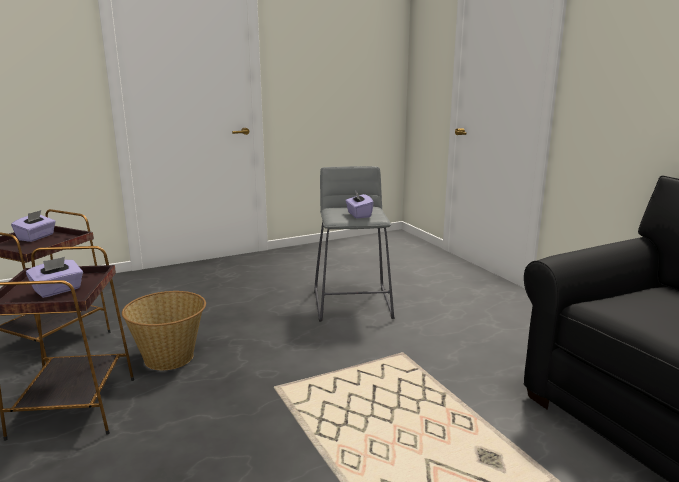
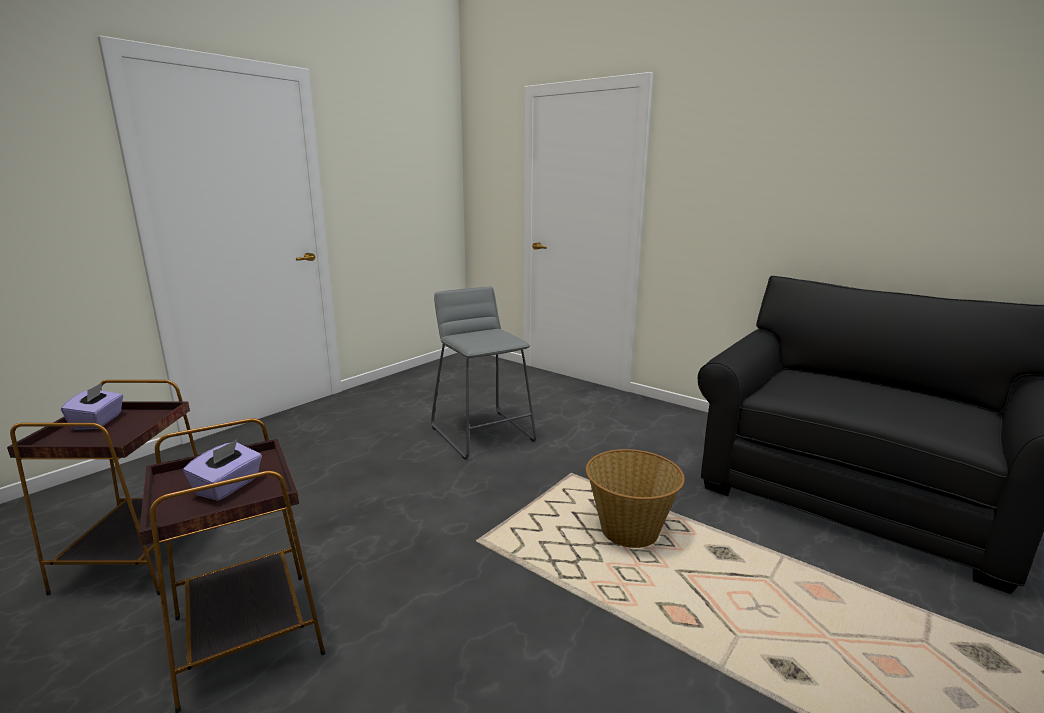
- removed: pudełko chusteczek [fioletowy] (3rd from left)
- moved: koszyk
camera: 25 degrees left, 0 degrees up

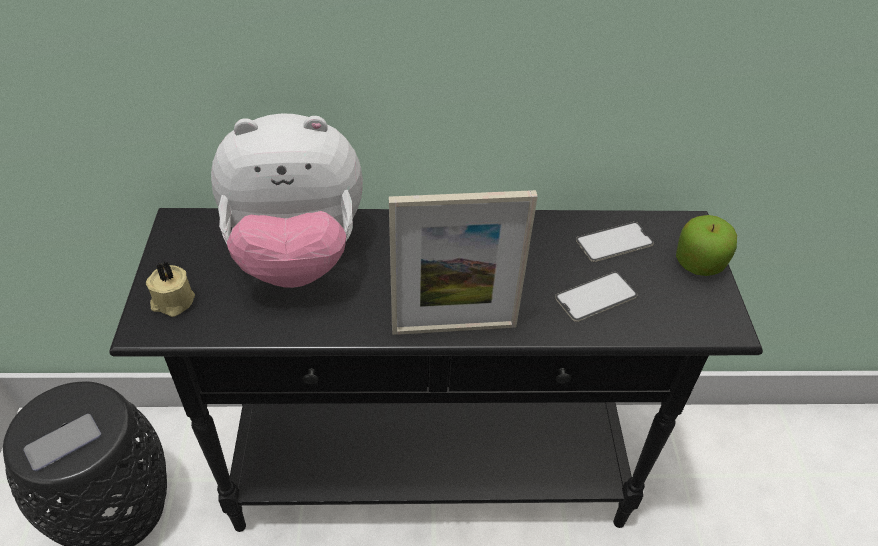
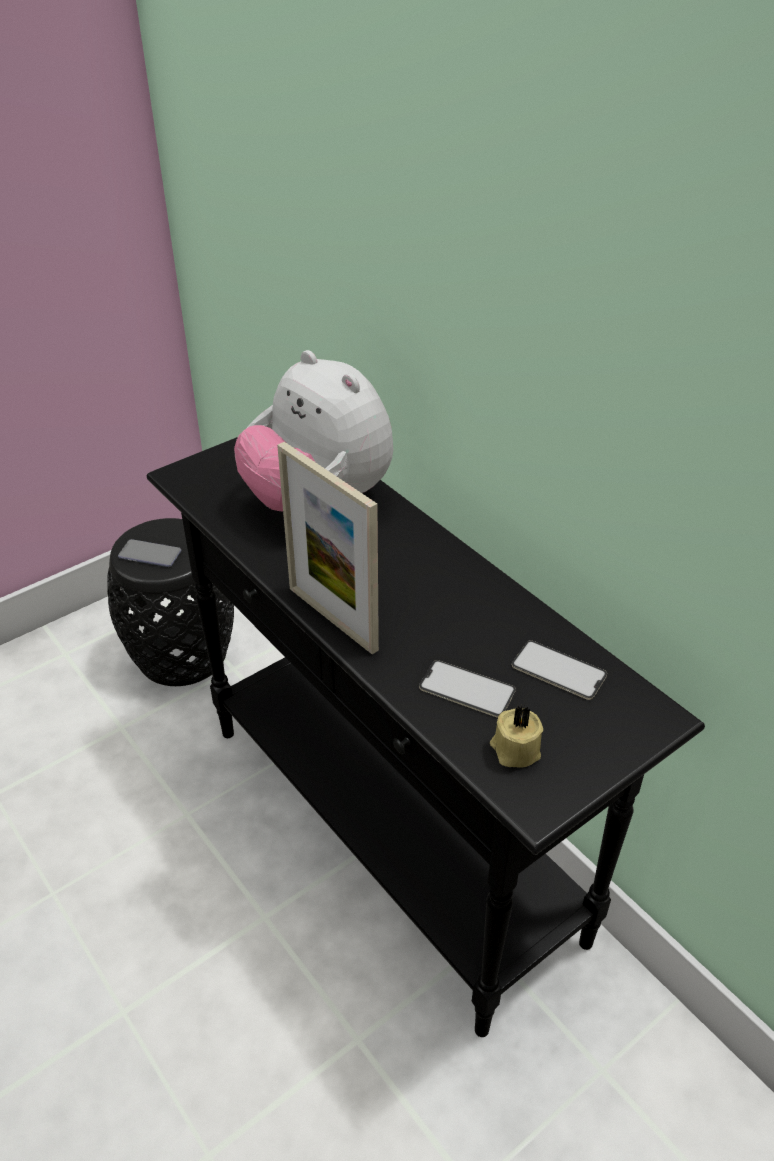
- removed: jabłko
- moved: świeca [beżowy]
camera: 55 degrees right, 5 degrees down

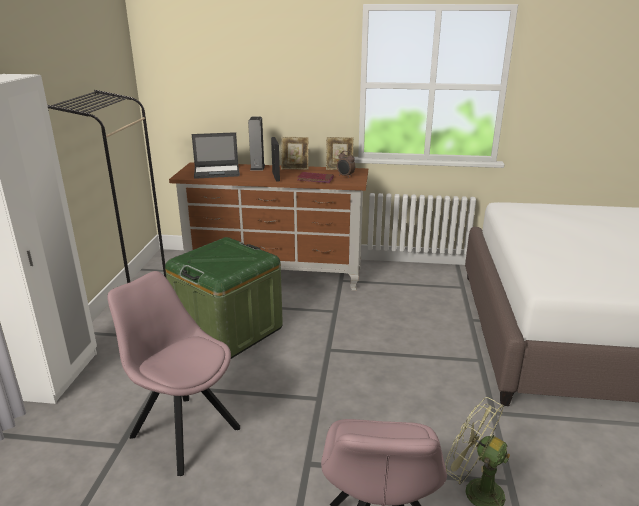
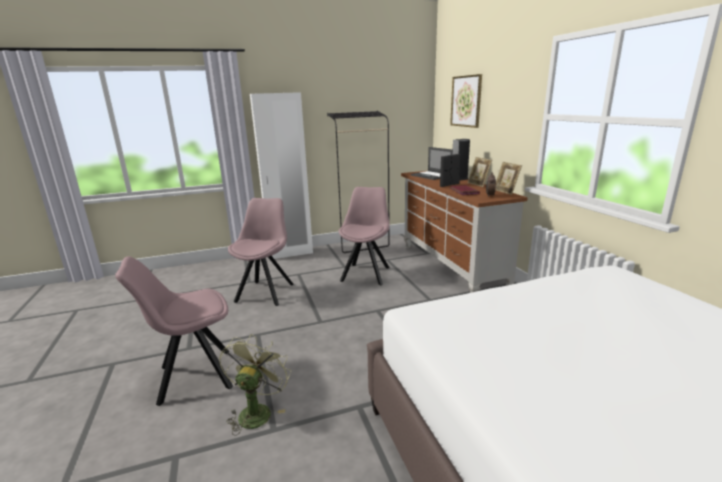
- added: obraz
- replaced: pojemnik do przechowywania [zielony] to krzesło [różowy] (3rd from left)
camera: 65 degrees right, 5 degrees down

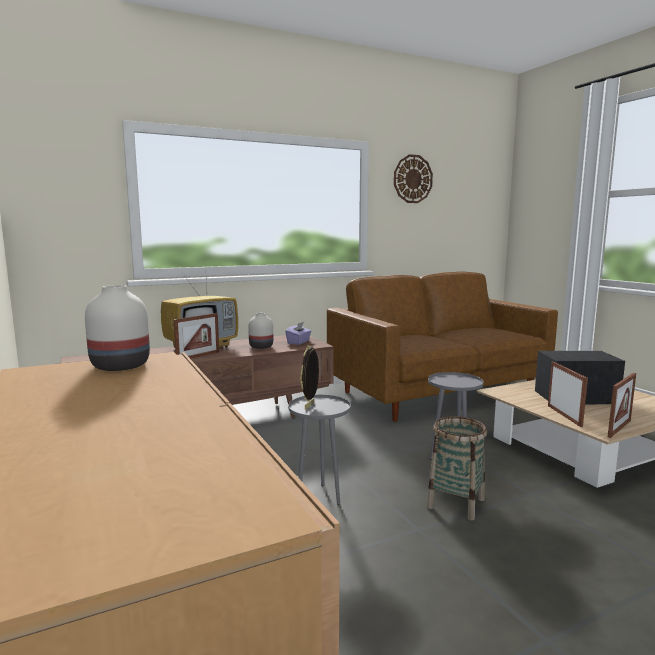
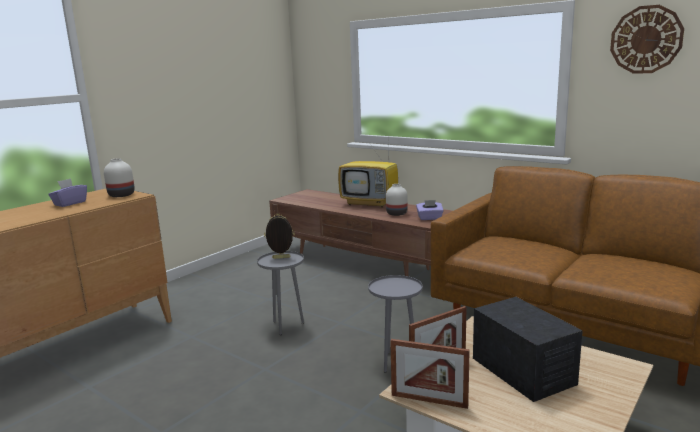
- removed: ramka na zdjęcie (1st from left)
- removed: koszyk
- added: pudełko chusteczek [fioletowy] (1st from left)
camera: 65 degrees right, 5 degrees up

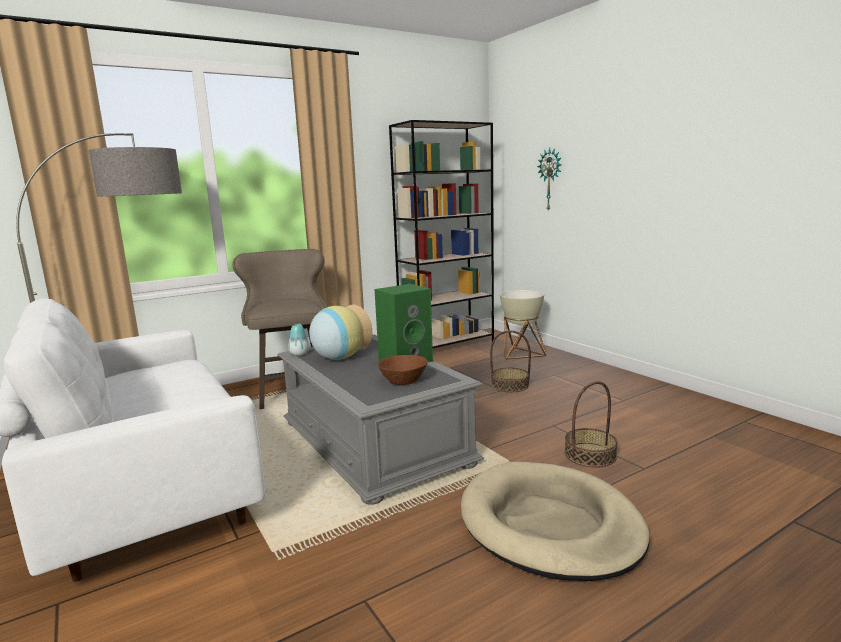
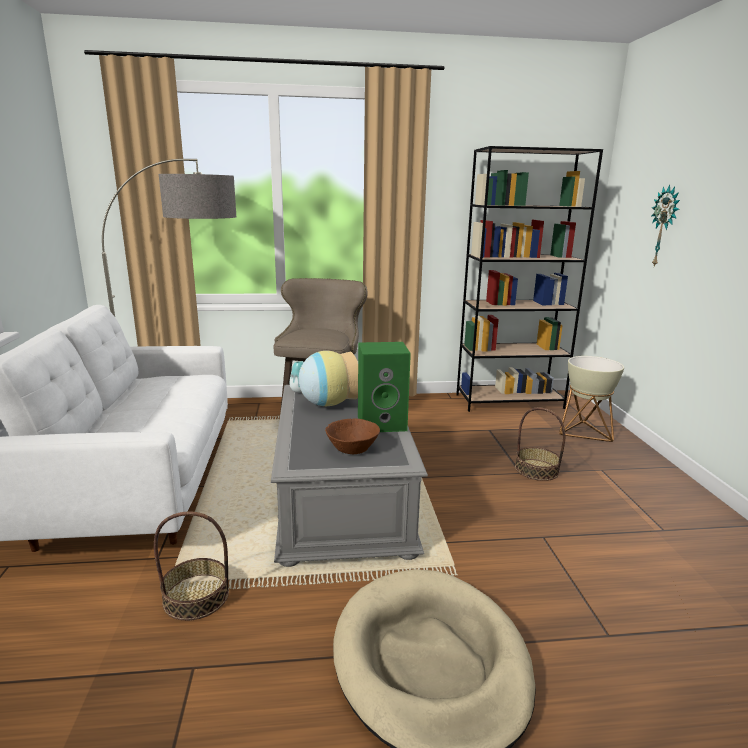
- moved: koszyk (2nd from left in the first image) to koszyk (1st from left)
camera: 25 degrees right, 5 degrees up

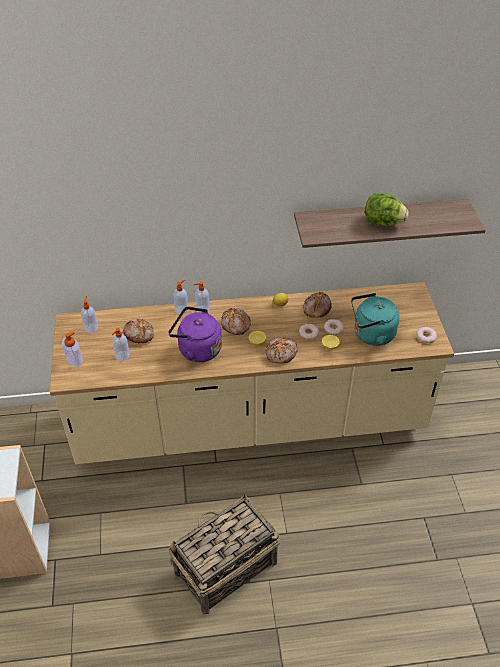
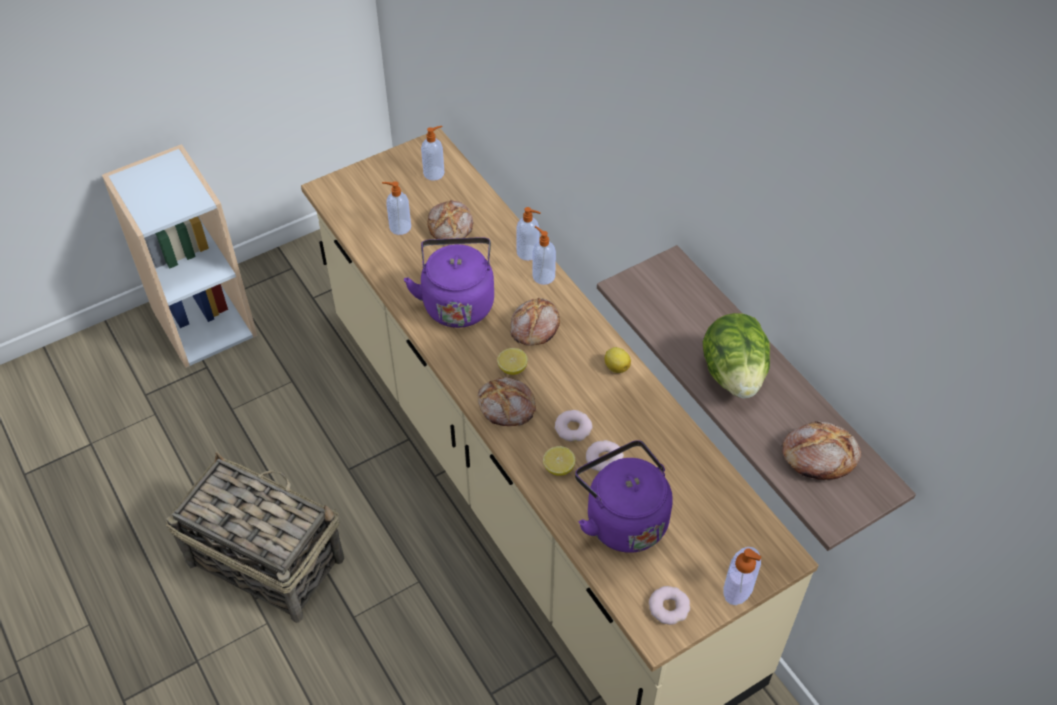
- moved: dozownik mydła (1st from left in the first image) to dozownik mydła (5th from left)
- moved: chleb (4th from left)
- recoloured: czajnik [turkusowy] to czajnik [fioletowy] (2nd from left)
camera: 65 degrees right, 5 degrees up

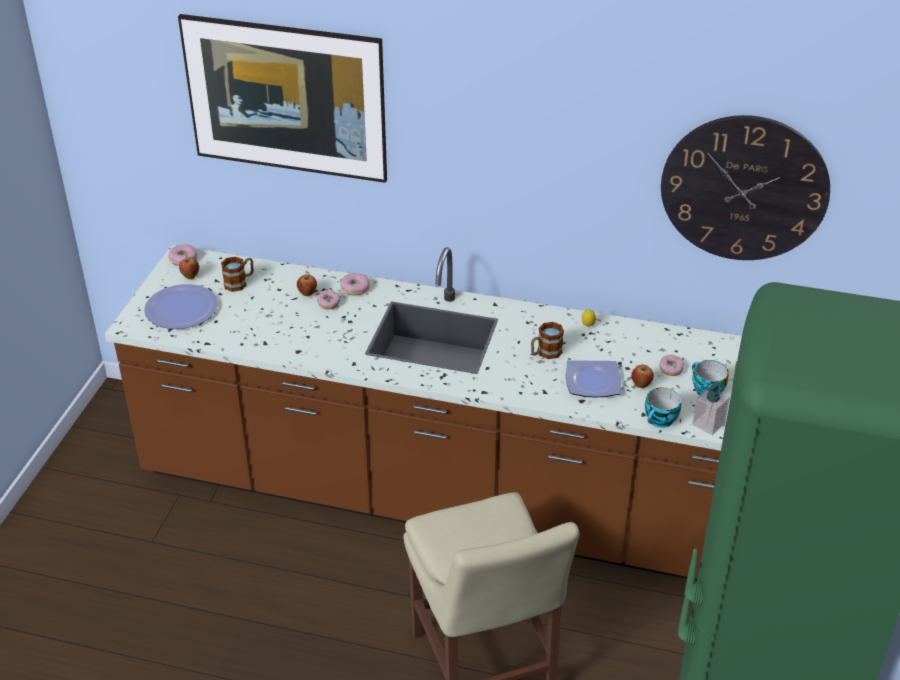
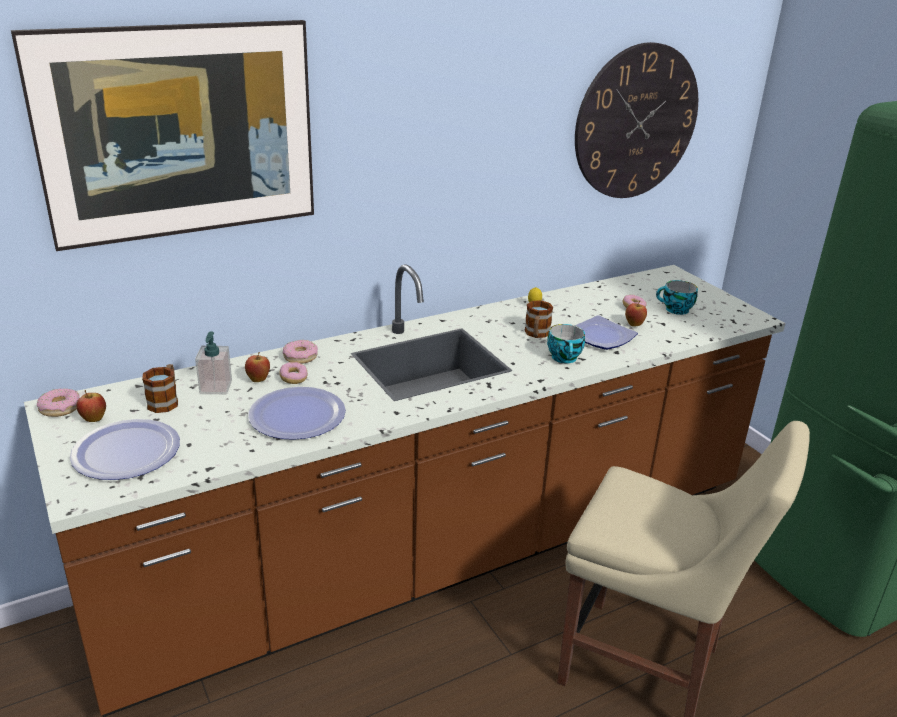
- added: talerz (2nd from left)
- moved: filiżanka (1st from left)
- moved: dozownik mydła
camera: 45 degrees left, 10 degrees down

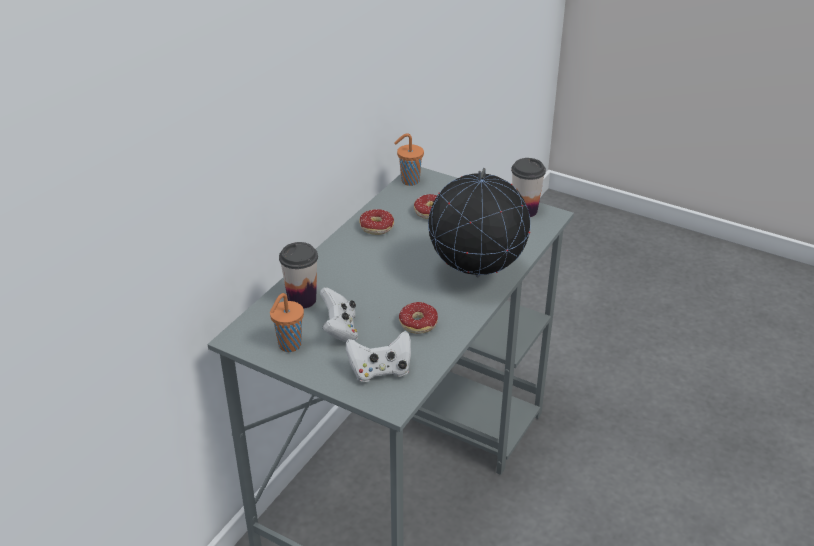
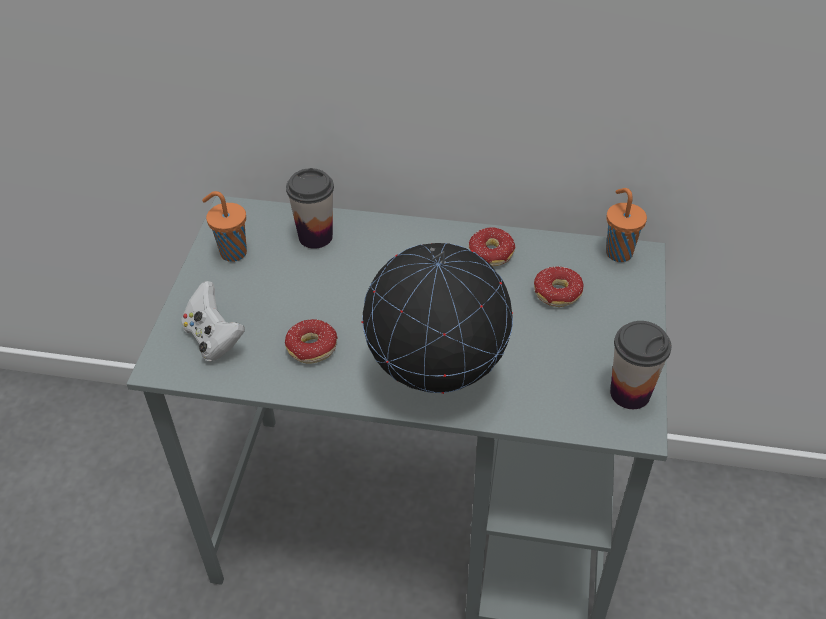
- removed: pad do gier [biały] (1st from left)
camera: 70 degrees right, 10 degrees up

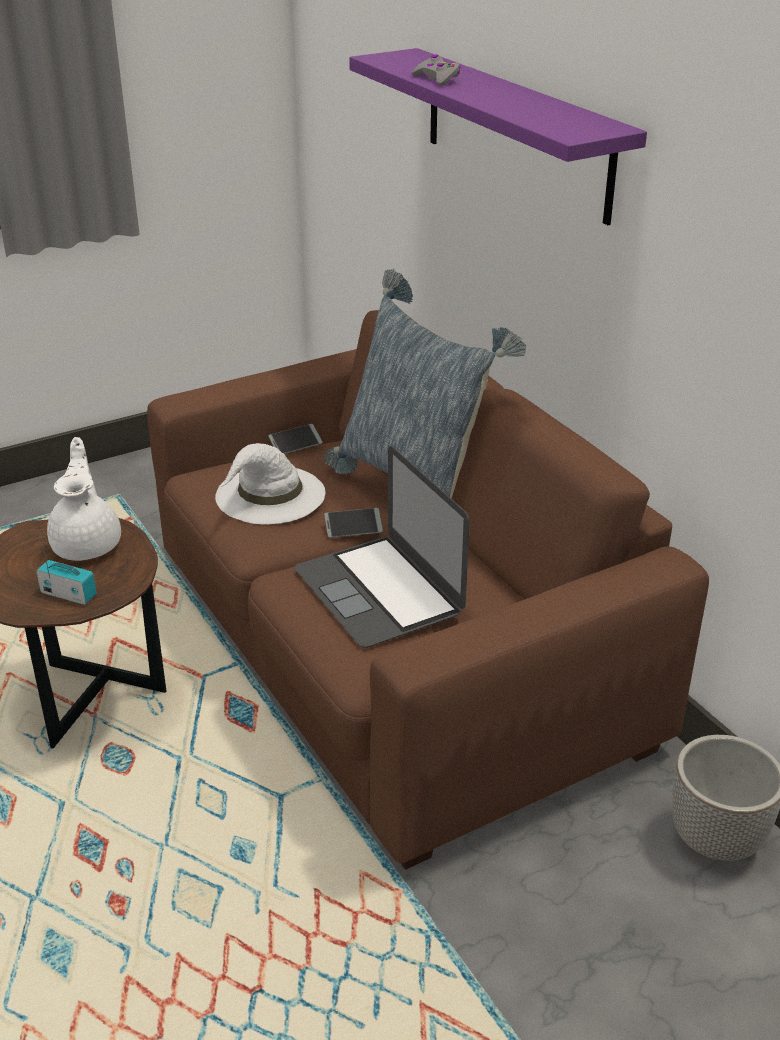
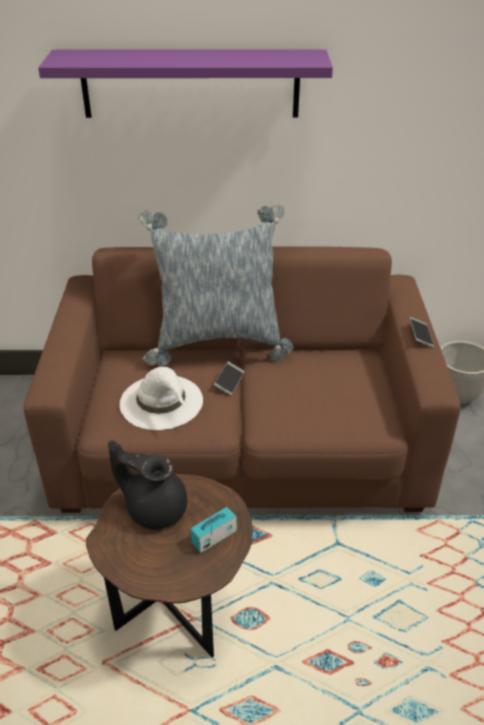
- removed: laptop
- removed: pad do gier [szary]
- moved: telefon (1st from left in the first image) to telefon (2nd from left)
- recoloured: imbryk [biały] to imbryk [czarny]
camera: 60 degrees left, 5 degrees up

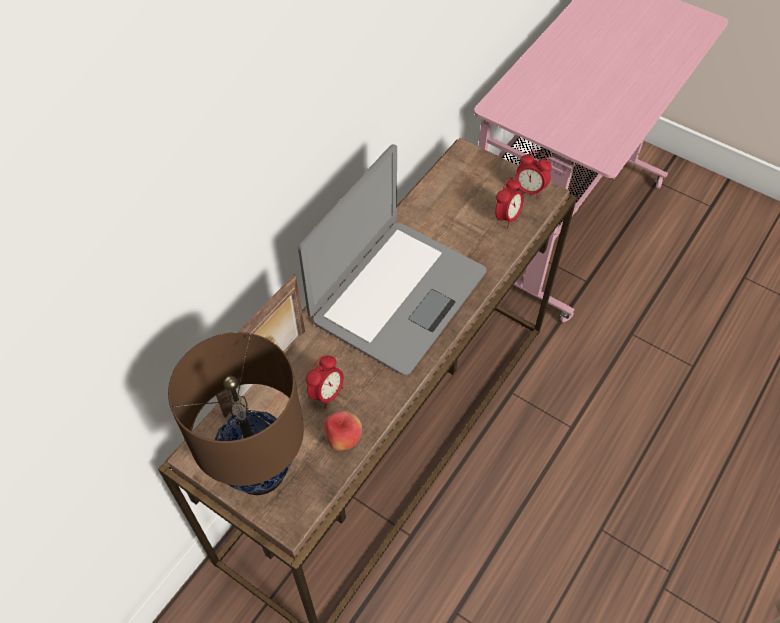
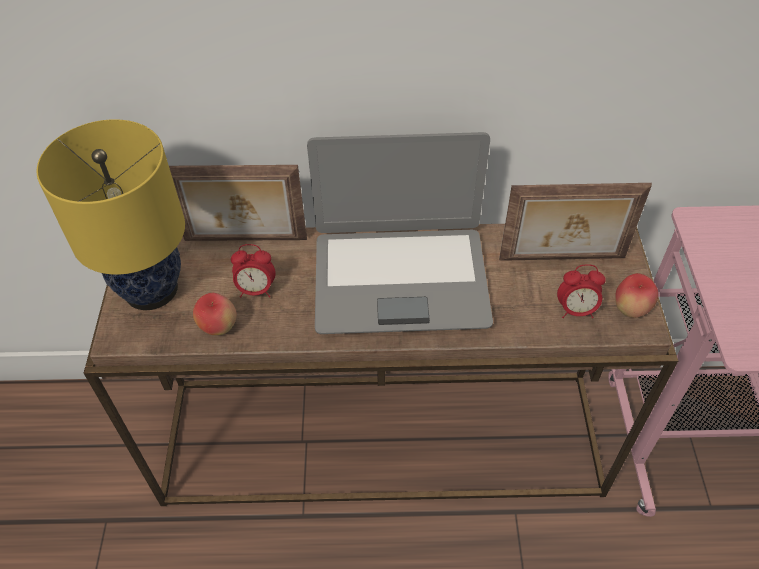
- added: ramka na zdjęcie (2nd from left)
- replaced: budzik (3rd from left) to jabłko (2nd from left)
- recoloured: lampa stołowa [brązowy] to lampa stołowa [żółty]
camera: 55 degrees right, 5 degrees down

